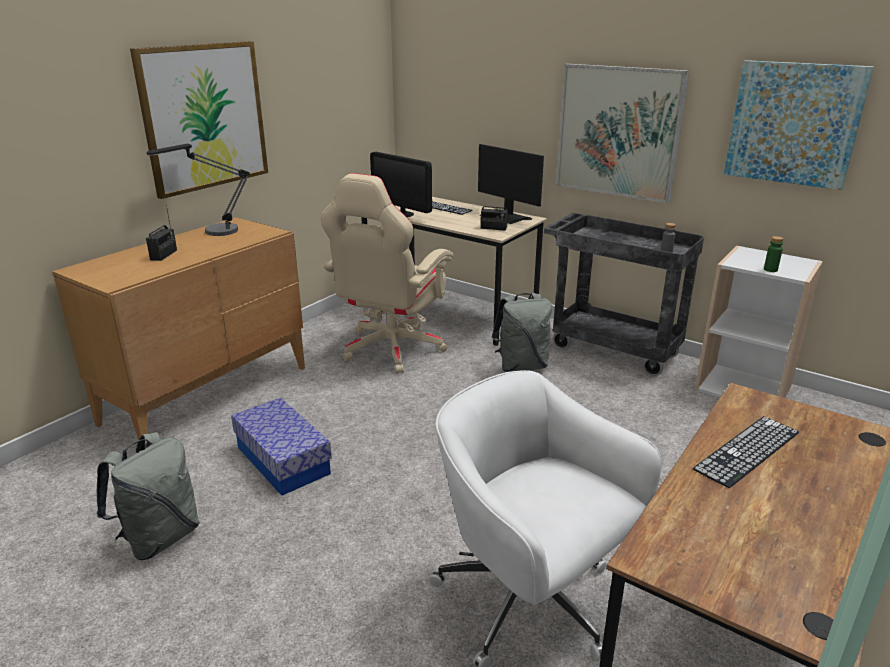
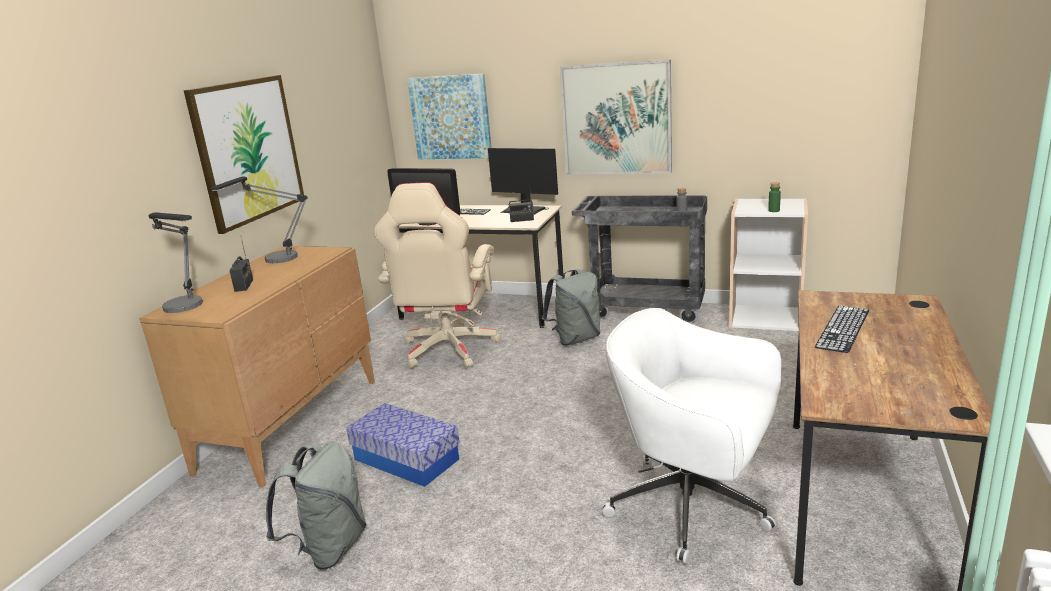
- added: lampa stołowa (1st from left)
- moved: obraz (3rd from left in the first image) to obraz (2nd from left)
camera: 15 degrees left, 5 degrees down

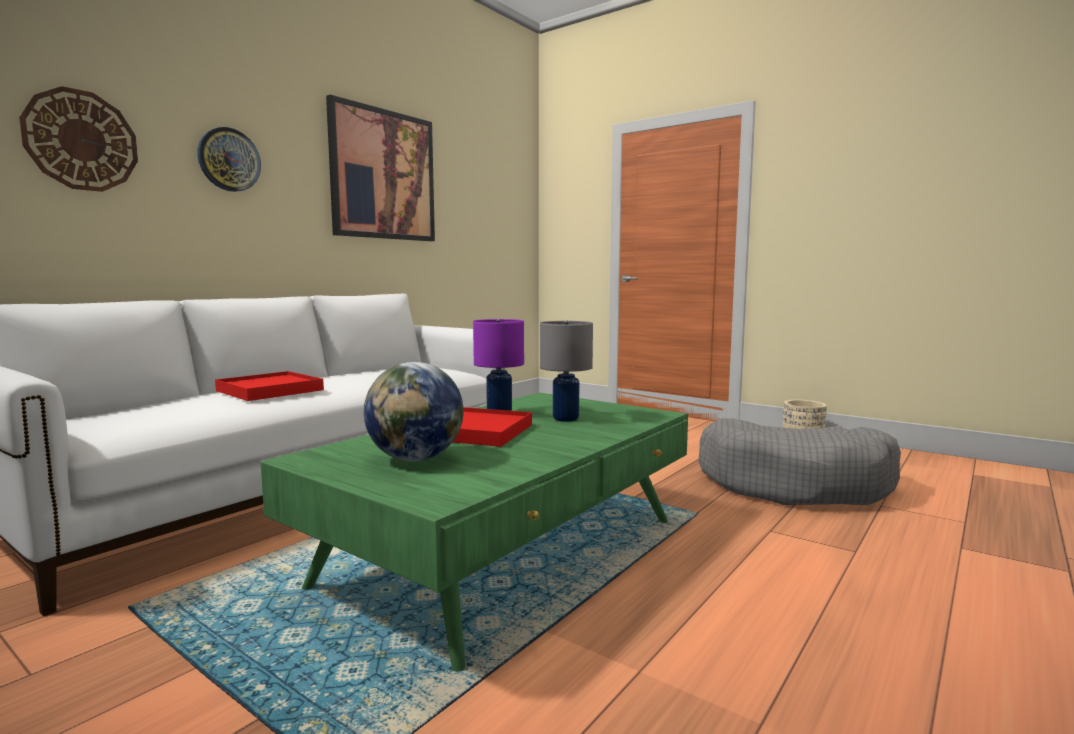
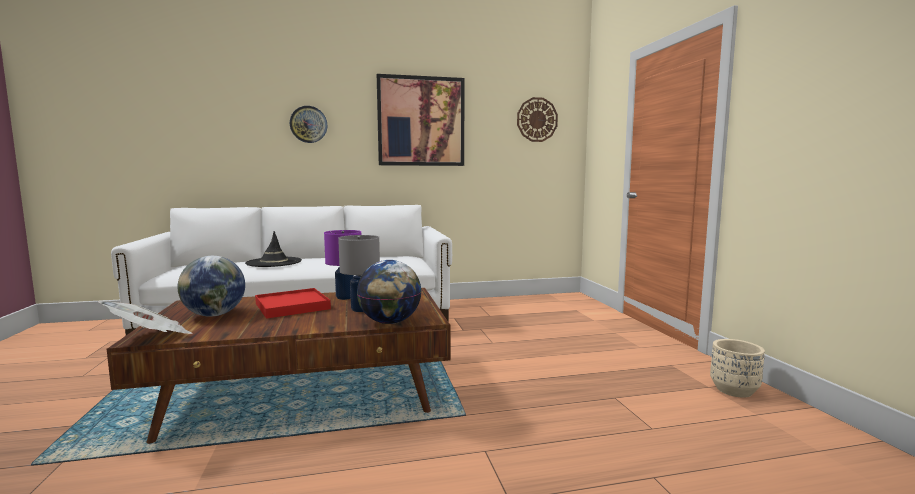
- removed: legowisko [szary]
- added: gazeta
- added: globus (2nd from left)
- moved: zegar ścienny (1st from left in the first image) to zegar ścienny (2nd from left)
- replaced: taca [czerwony] (1st from left) to kapelusz [czarny]
- recoloured: ława [zielony] to ława [brązowy]
camera: 40 degrees right, 0 degrees up

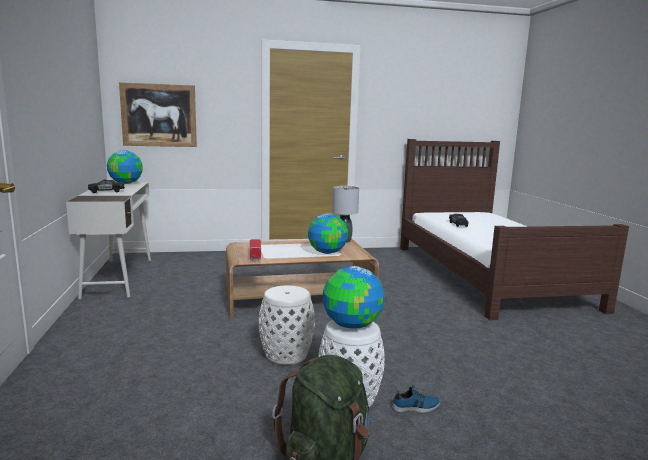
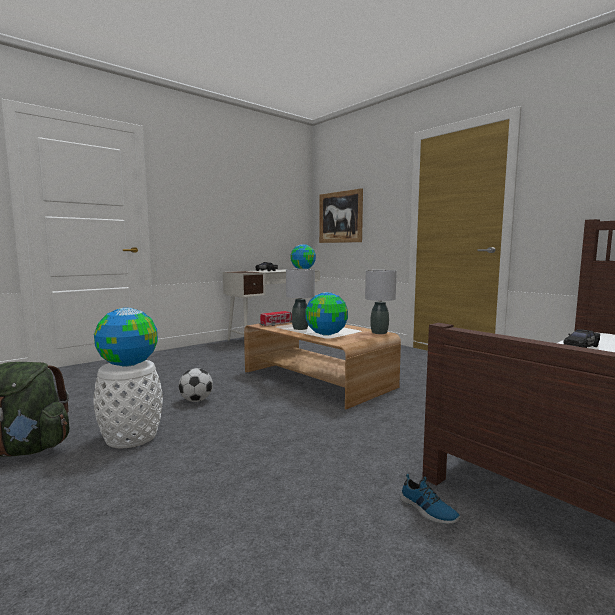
- added: lampa stołowa [szary] (1st from left)
- moved: but
- replaced: stołek [biały] (1st from left) to piłka futbolowa
camera: 60 degrees right, 5 degrees down

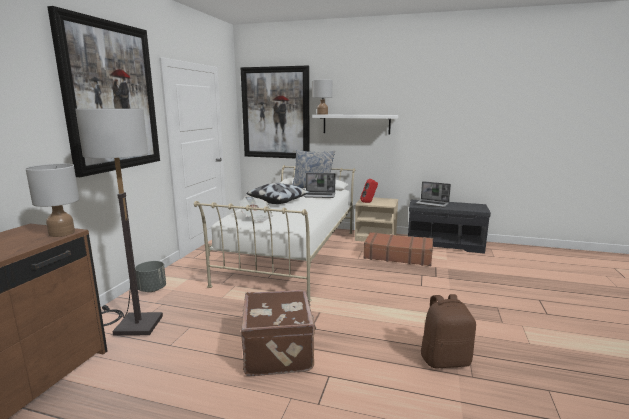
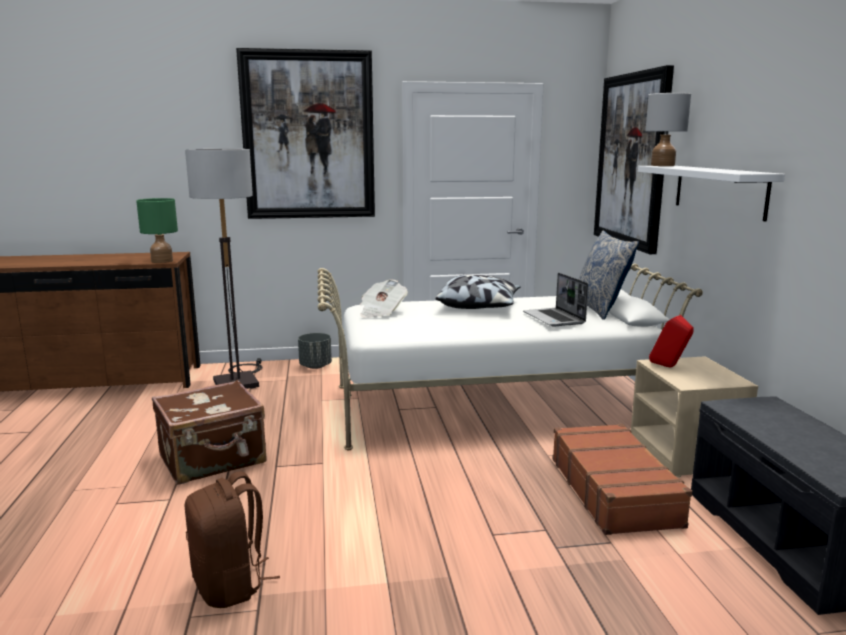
- removed: laptop (2nd from left)
- recoloured: lampa stołowa [szary] (1st from left) to lampa stołowa [zielony]
camera: 65 degrees right, 0 degrees up

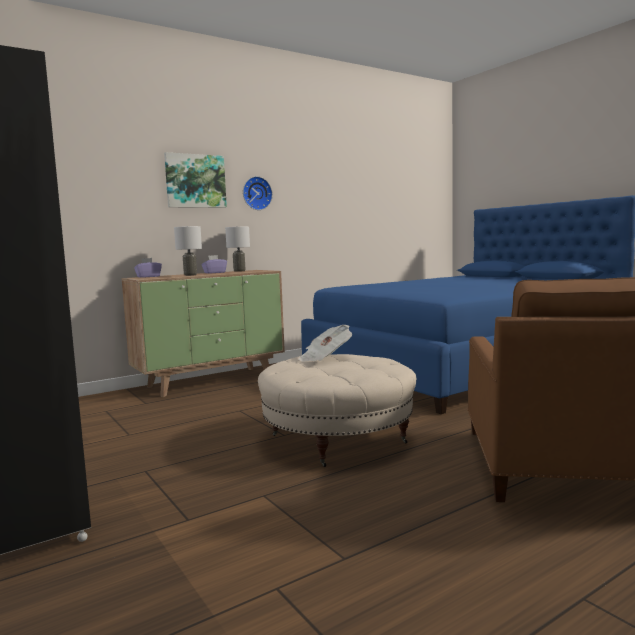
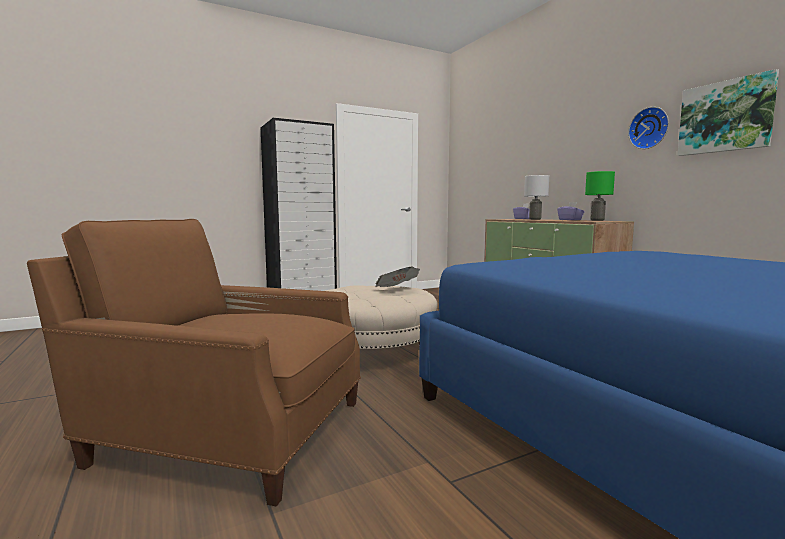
- moved: obraz
- recoloured: lampa stołowa [biały] (2nd from left) to lampa stołowa [zielony]
camera: 95 degrees right, 0 degrees up

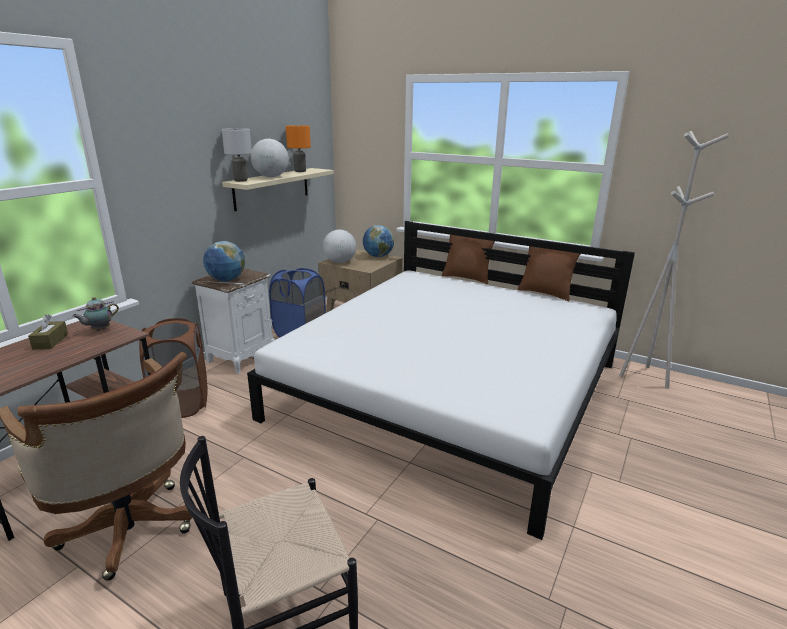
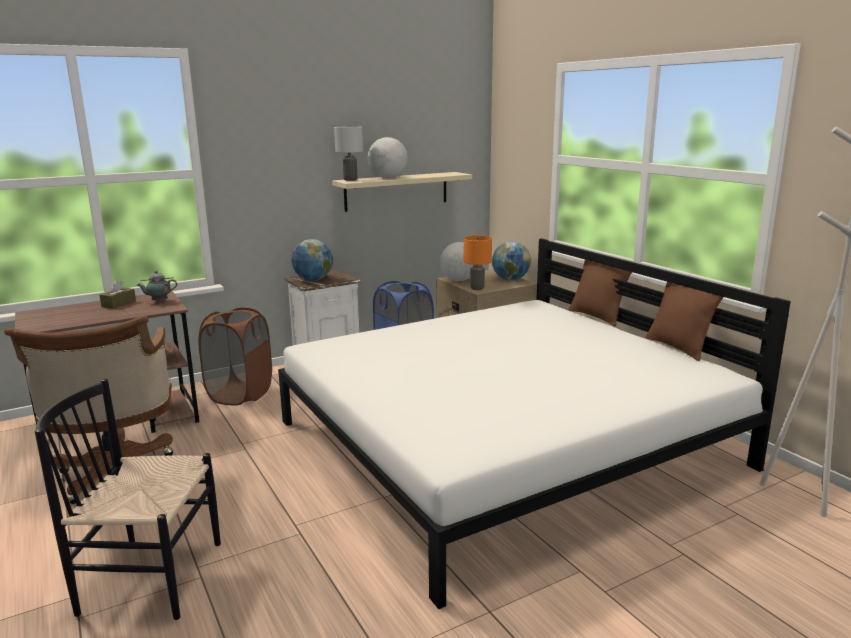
- moved: lampa stołowa [pomarańczowy]
camera: 30 degrees right, 5 degrees down

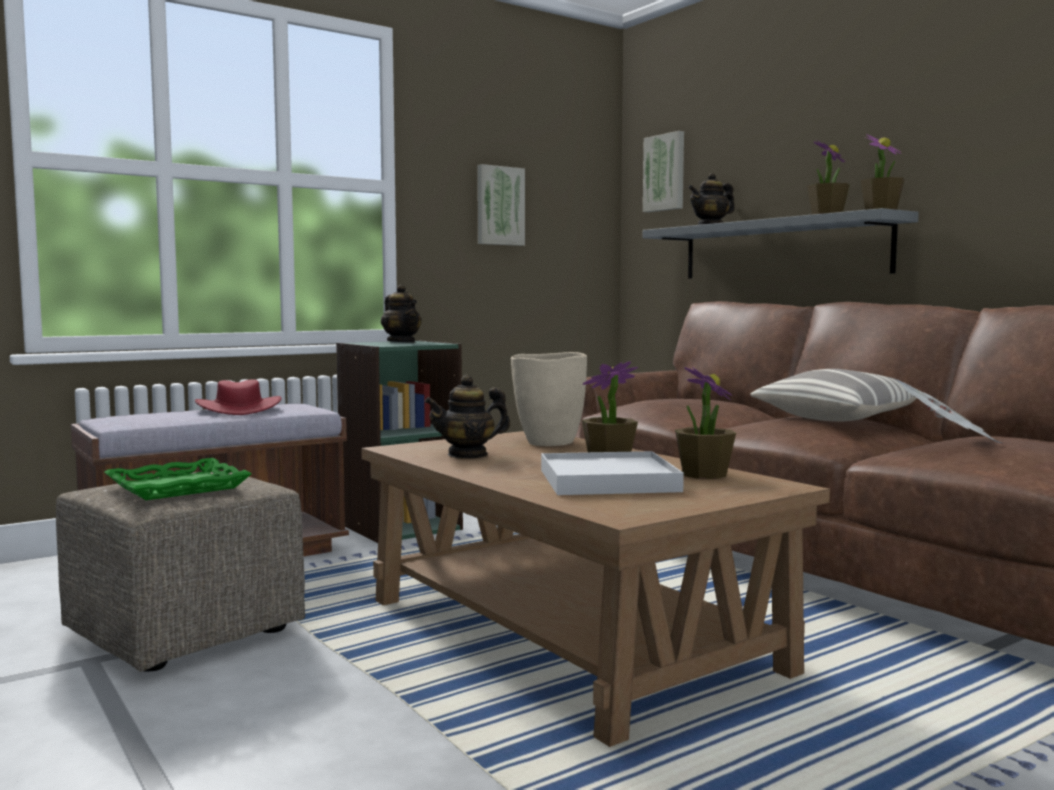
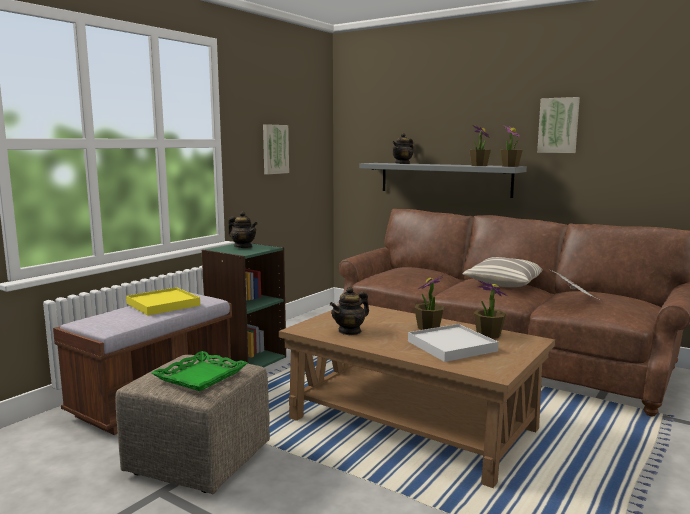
- removed: wazon [beżowy]
- moved: obraz (2nd from left)
- replaced: kapelusz [czerwony] to taca [żółty]
camera: 20 degrees left, 5 degrees up

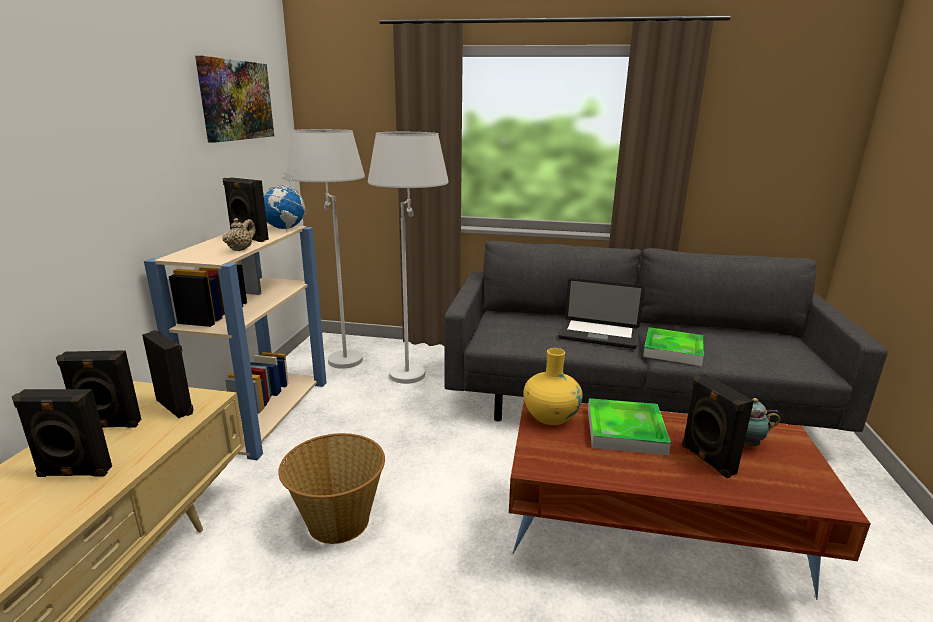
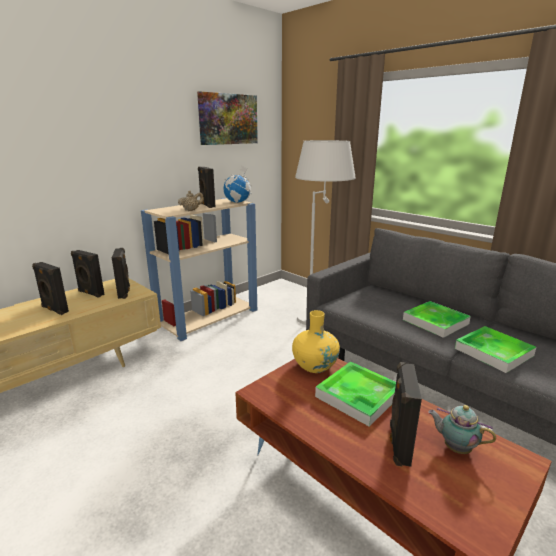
- removed: koszyk
- removed: lampa stojąca [biały] (1st from left)
- replaced: laptop to taca (2nd from left)
camera: 35 degrees right, 0 degrees up

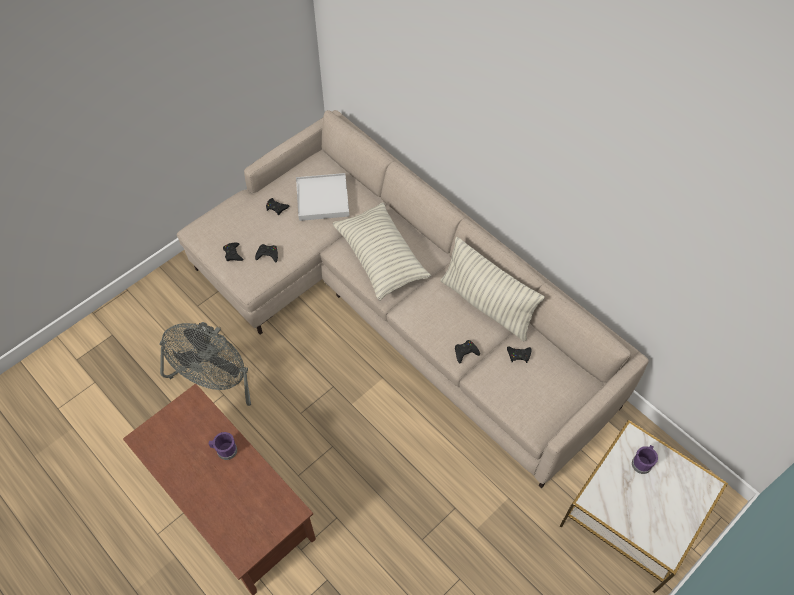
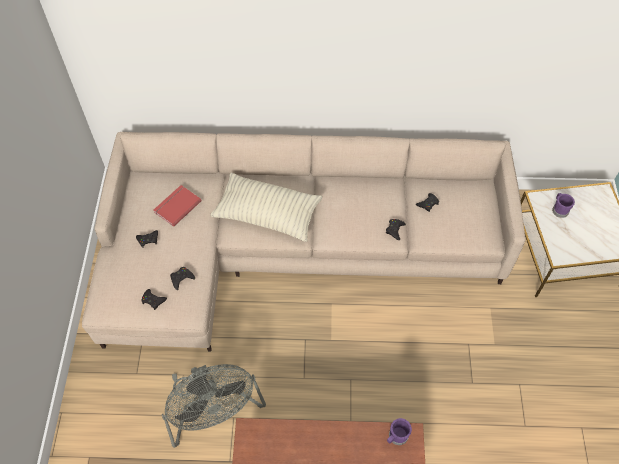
- removed: poduszka (2nd from left)
- moved: kubek [fioletowy] (1st from left)
- replaced: taca [biały] to książka [czerwony]
camera: 45 degrees left, 0 degrees up

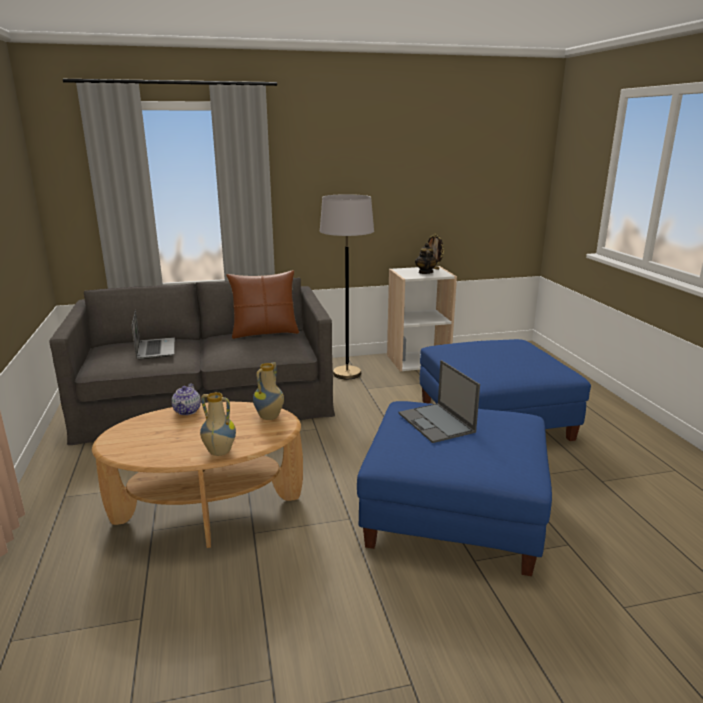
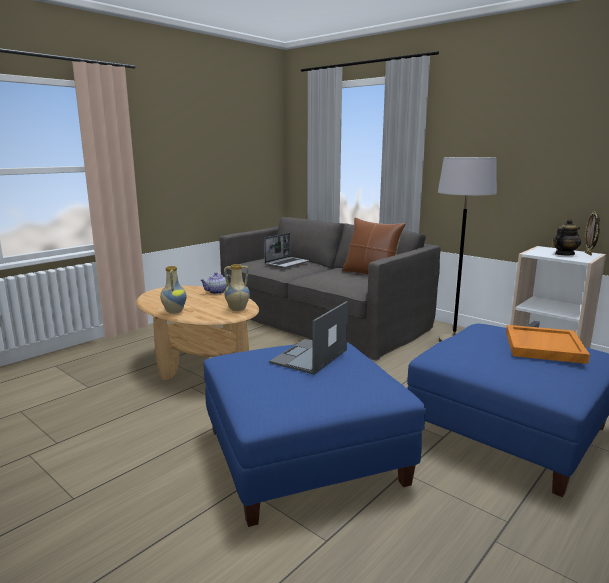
- added: taca [pomarańczowy]
camera: 55 degrees right, 5 degrees down

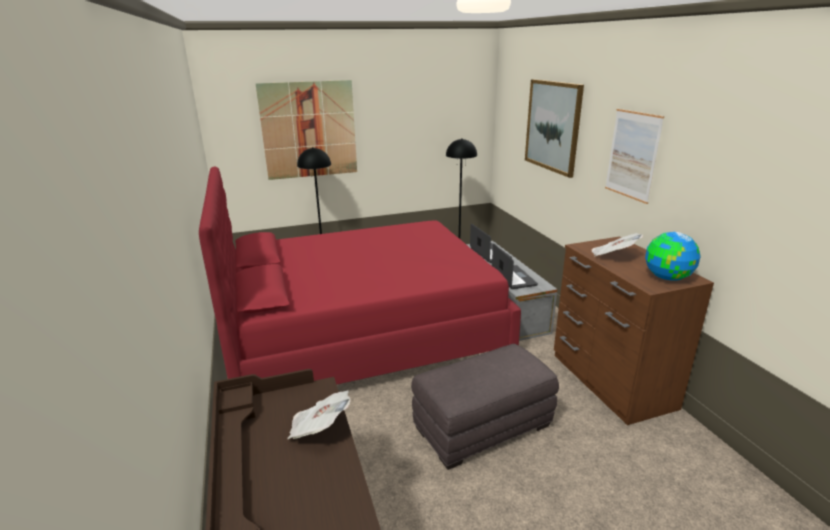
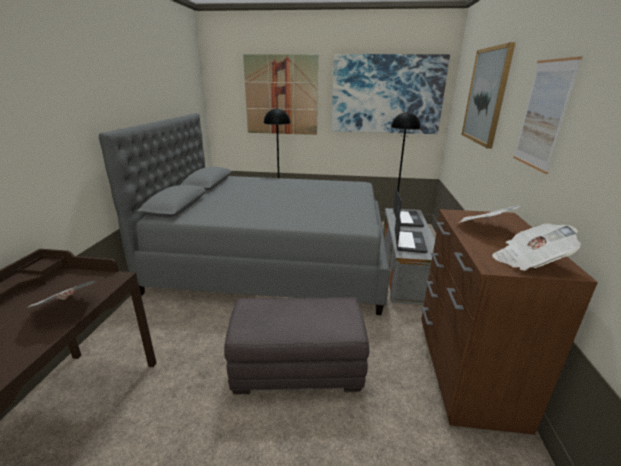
- added: obraz (2nd from left)
- replaced: globus to gazeta (3rd from left)
- recoloured: łóżko [czerwony] to łóżko [szary]
camera: 25 degrees right, 0 degrees up

